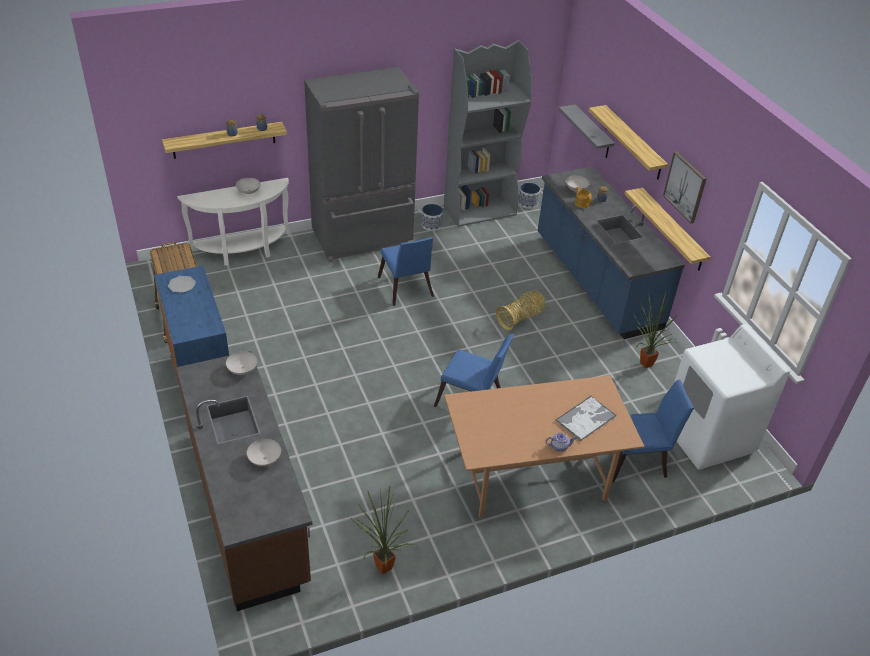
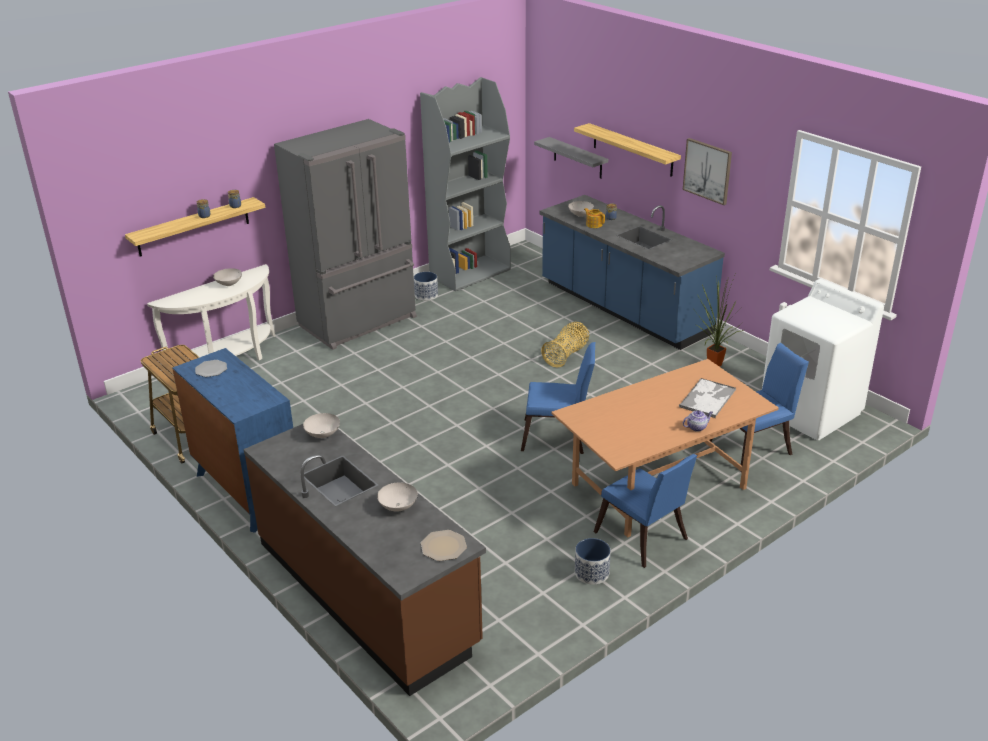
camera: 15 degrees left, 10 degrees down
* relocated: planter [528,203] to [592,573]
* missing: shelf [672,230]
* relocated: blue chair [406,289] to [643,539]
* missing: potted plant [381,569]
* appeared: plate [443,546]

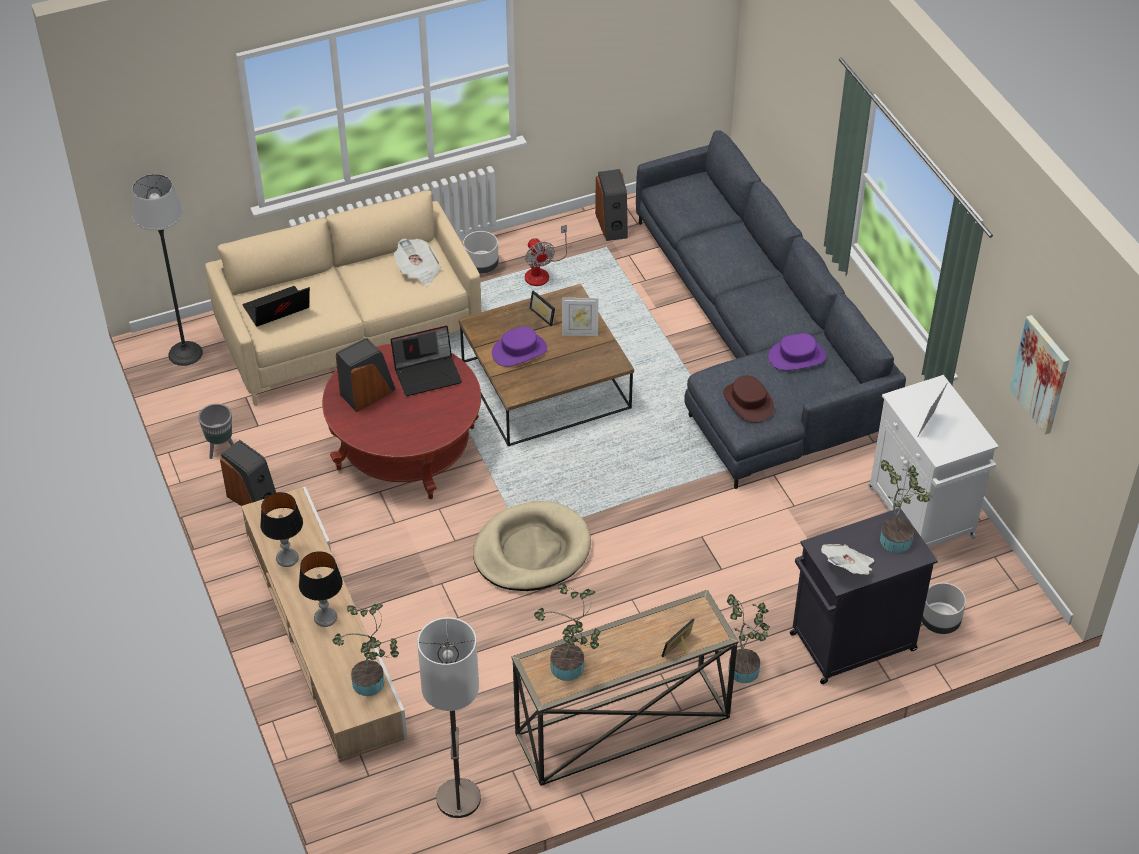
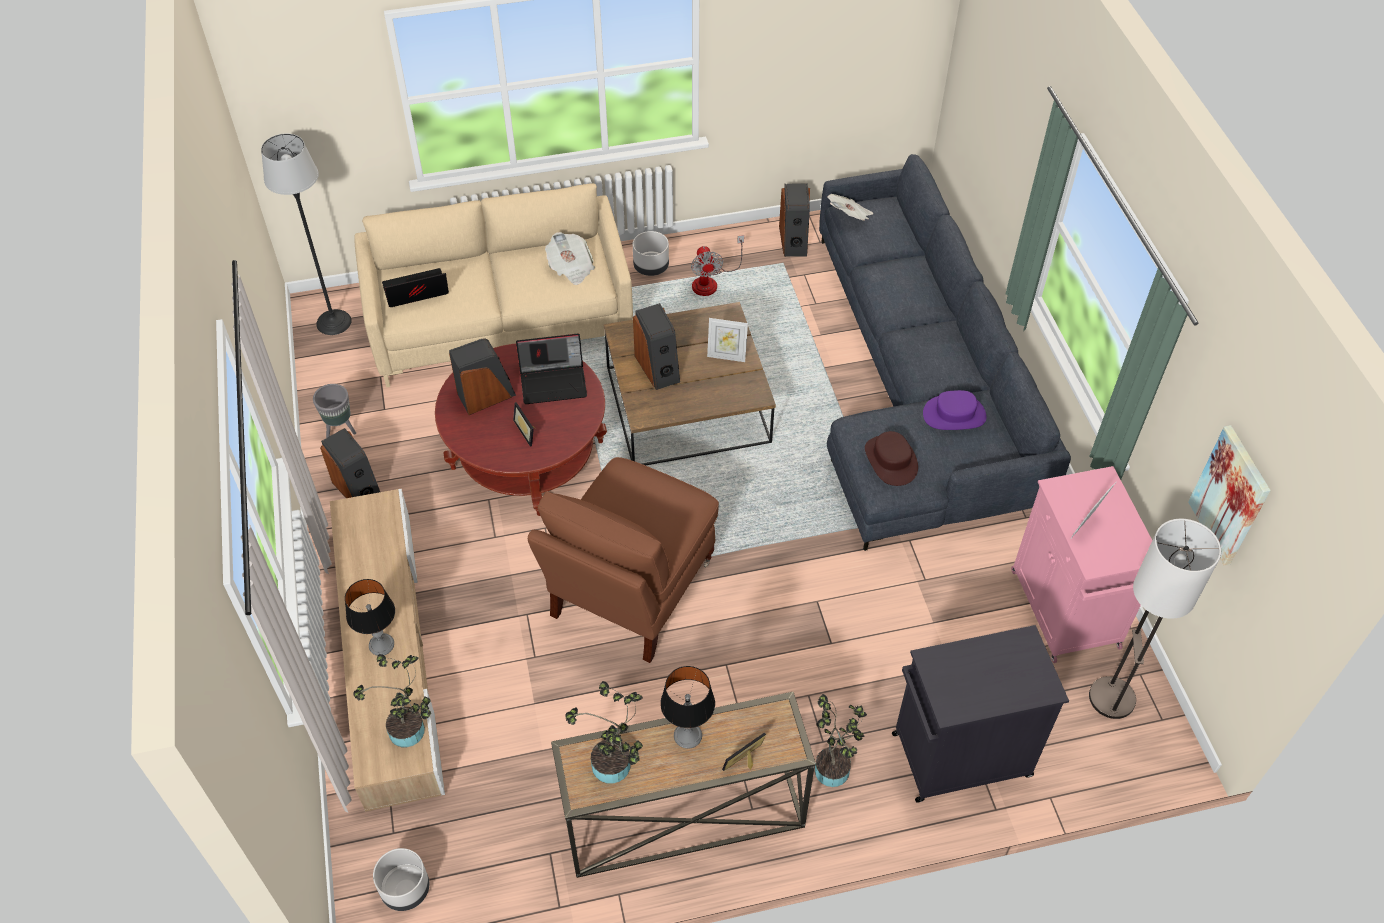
camera: 10 degrees right, 5 degrees up
* relocated: picture frame [545,314] to [528,430]
* exchanged: purple hat [519,350] to speaker [658,368]
* colour: white cabinet [922,515] to pink cabinet [1066,611]
* missing: potted plant [896,537]
* relocated: table lamp [287,558] to [687,735]
* exchanged: beige dog bed [531,551] to brown armchair [631,590]
* relocated: newspaper [848,568] to [850,217]
* relocated: grey planter [940,621] to [406,889]
* relocated: floor lamp [459,799] to [1112,698]

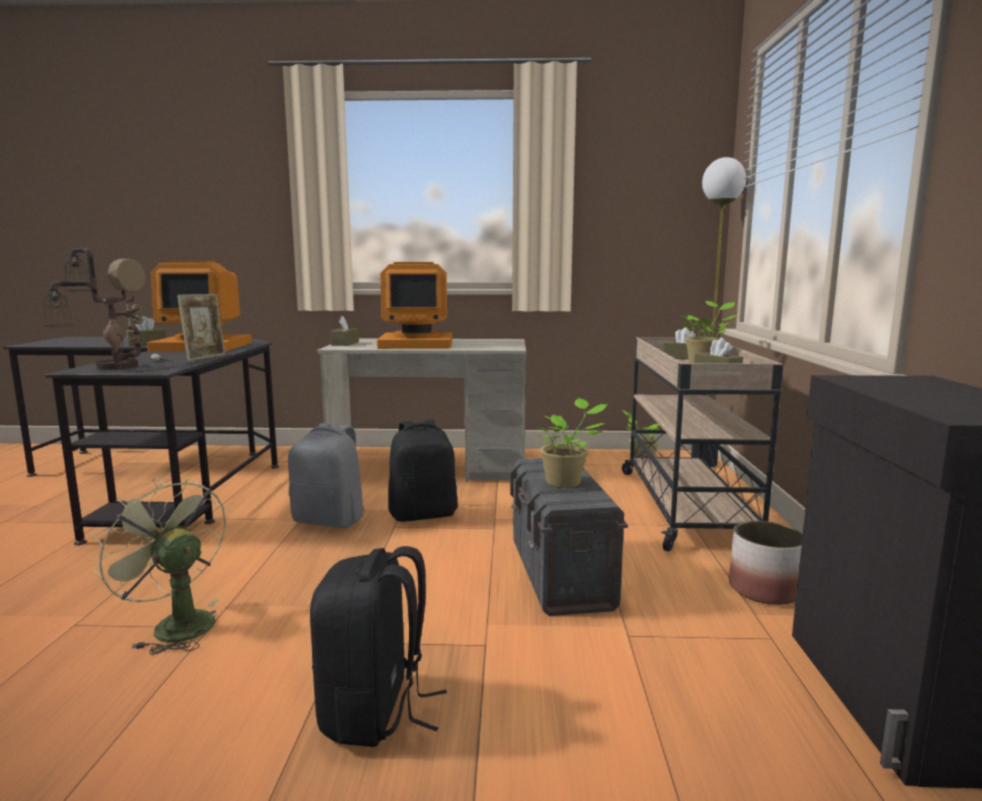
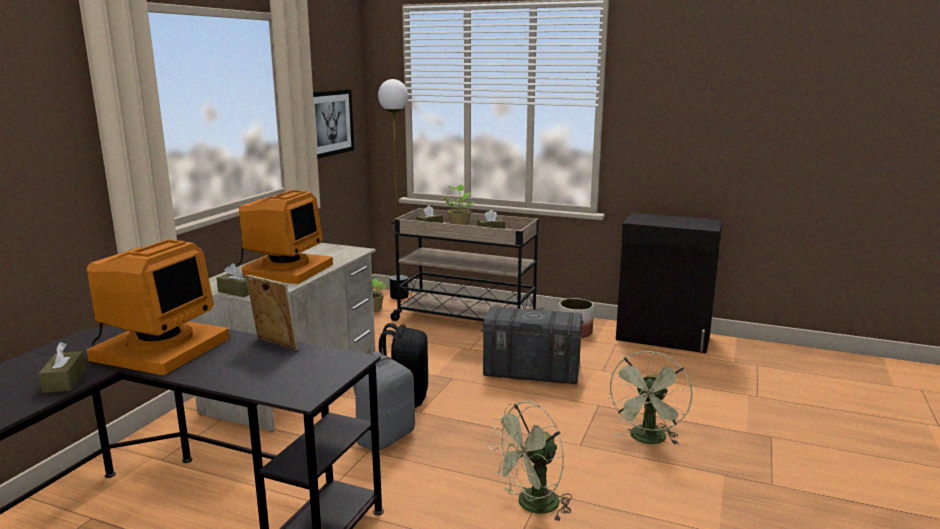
camera: 70 degrees left, 5 degrees up
* missing: table lamp [114,367]
* missing: potted plant [566,482]
* exchanged: black backpack [375,712] to green fan [648,440]
* appeared: picture [329,123]

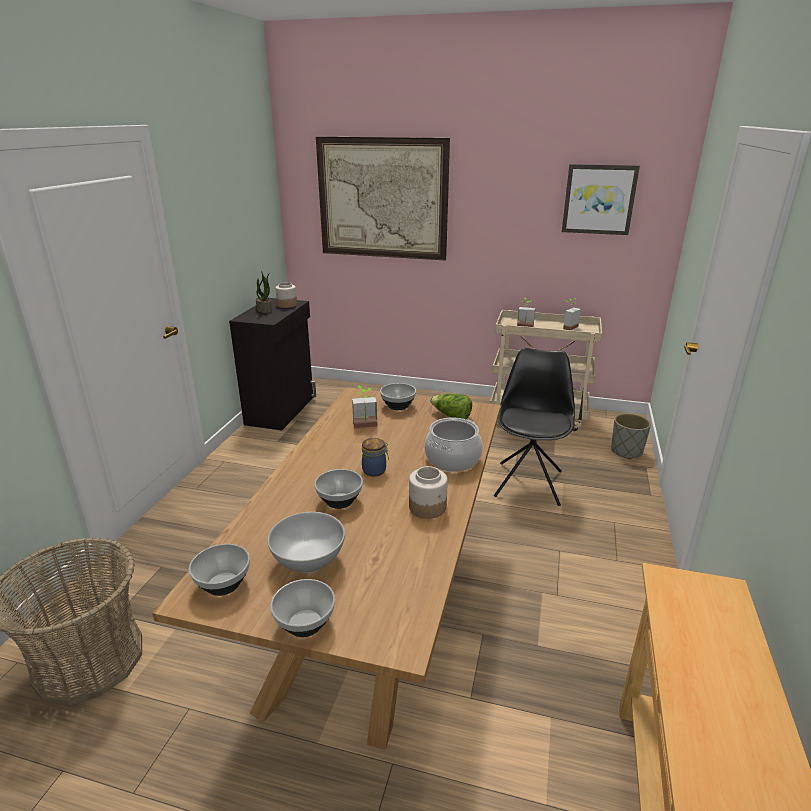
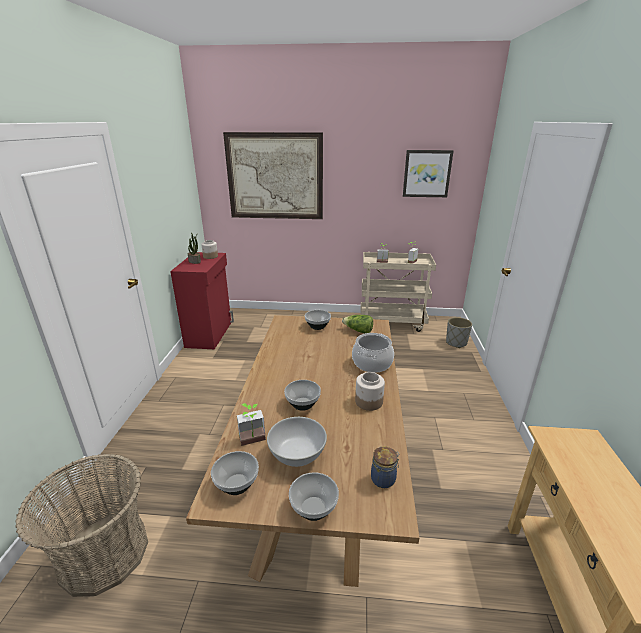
camera: 10 degrees left, 0 degrees up
* colour: black cabinet [281,410] to red cabinet [210,334]
* missing: black chair [529,482]
* relocated: potted plant [365,427] to [253,442]
* relocated: jar [375,470] to [384,479]

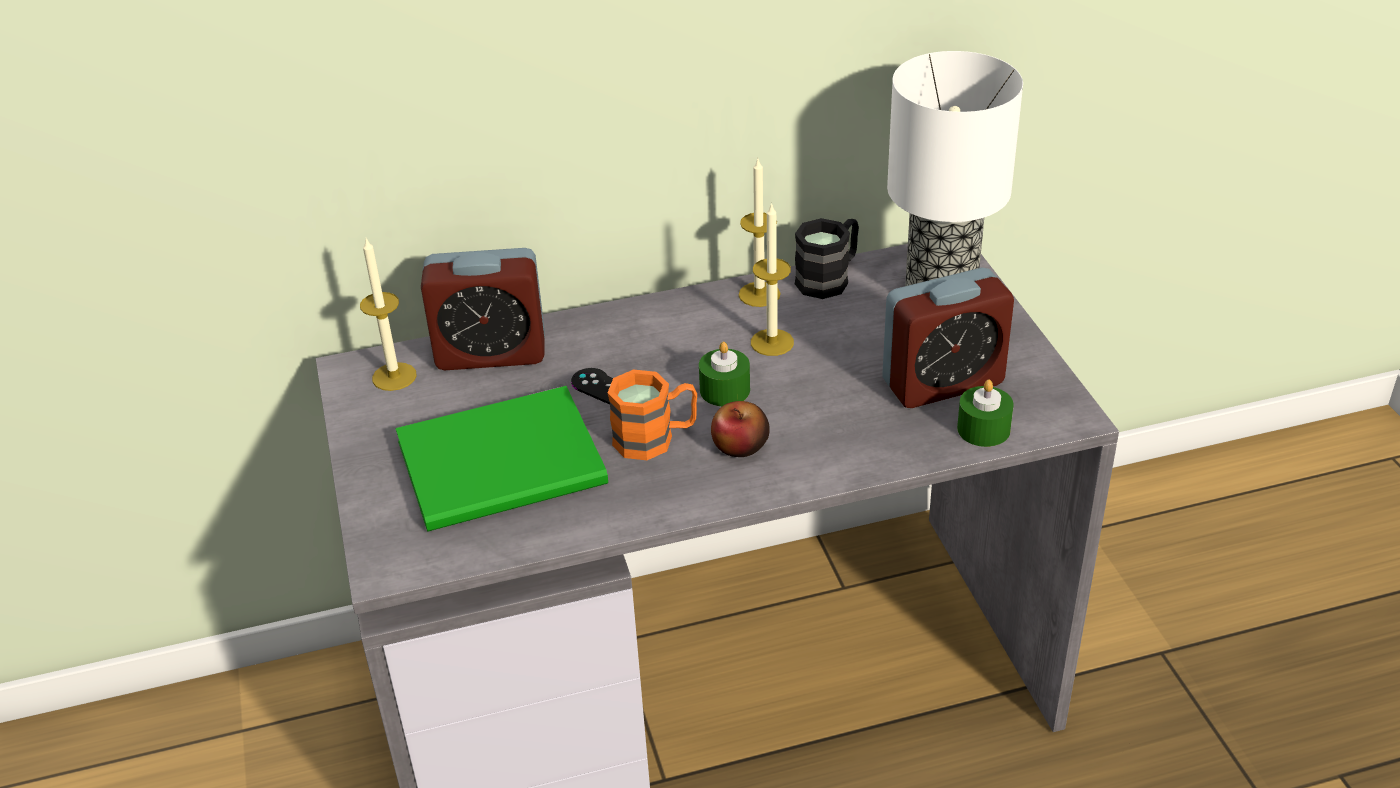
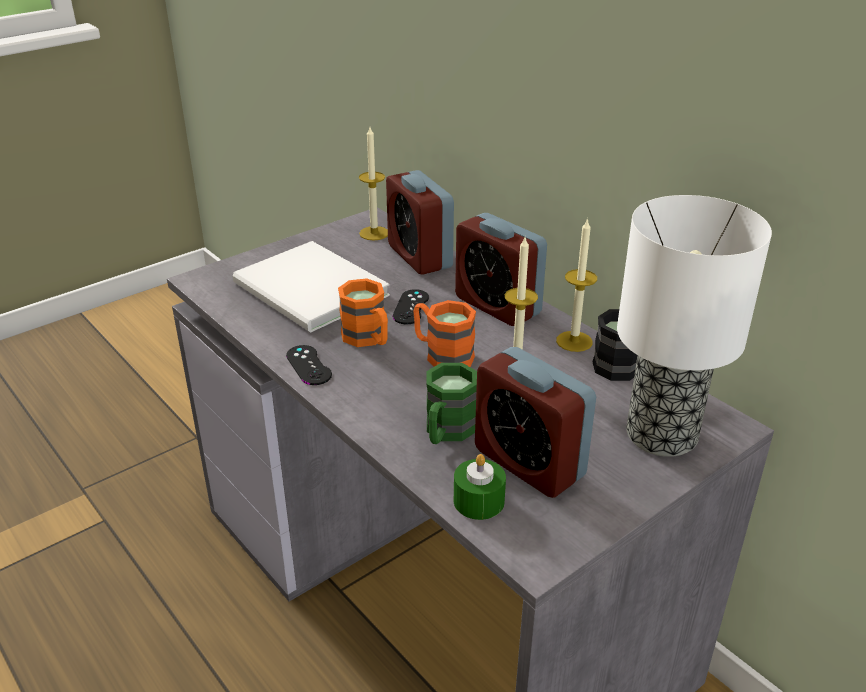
camera: 65 degrees right, 5 degrees down
* exchanged: green candle [724,390] to orange mug [442,354]
* colour: green book [508,465] to white book [310,292]
* missing: apple [740,446]
* appeared: alarm clock [497,305]
* appeared: black game controller [308,365]
* appeared: green mug [446,432]

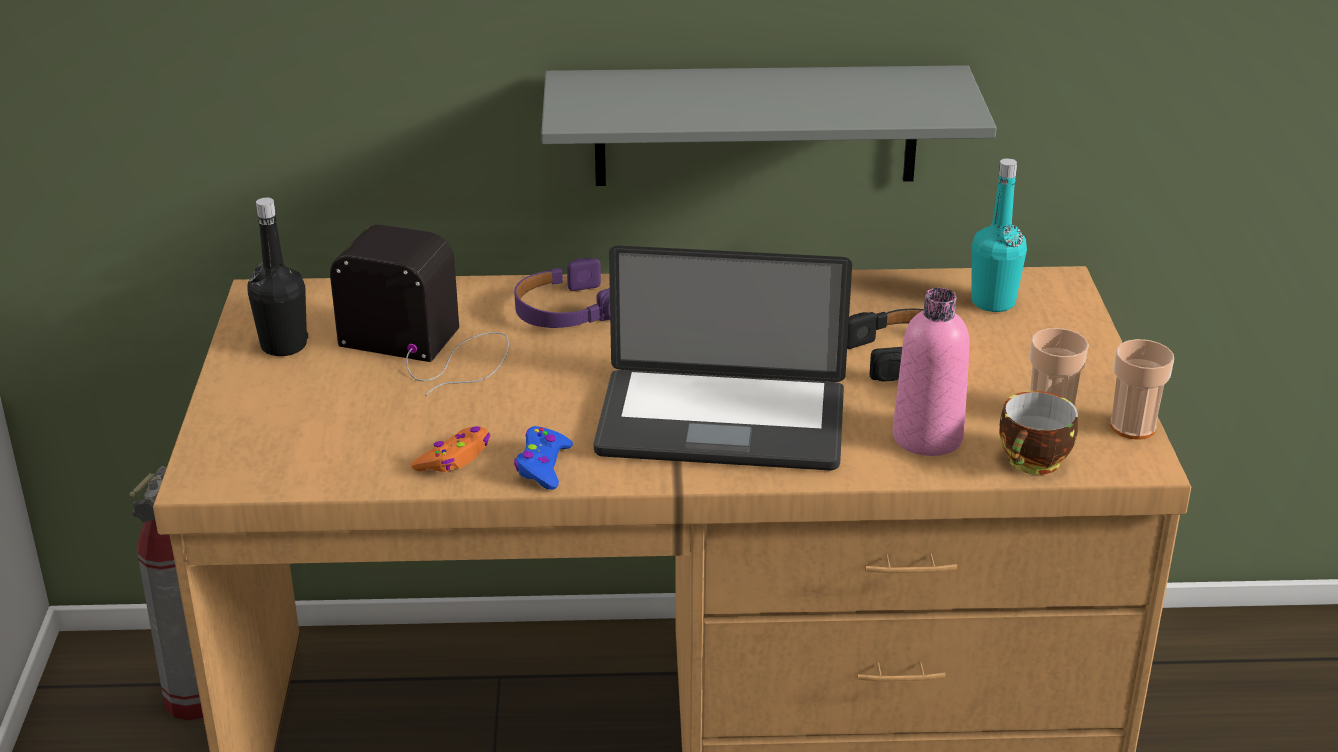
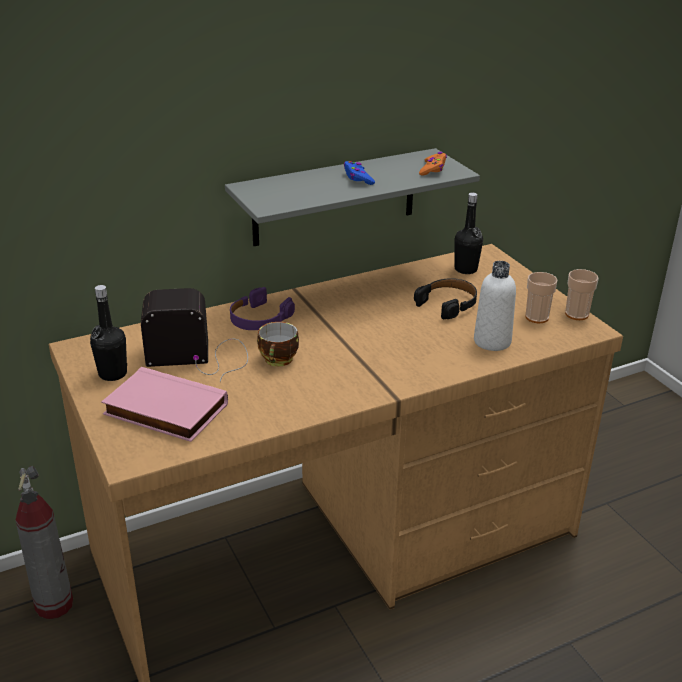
camera: 25 degrees left, 0 degrees up
* colour: turquoise bottle [993,302] to black bottle [465,269]
* missing: laptop [721,424]
* colour: pink bottle [927,437] to white bottle [492,341]
* relocated: cup [1034,463] to [279,360]
* relocated: orange game controller [454,459] to [433,169]
* relocated: blue game controller [543,466] to [358,178]
* appeared: pink book [164,411]

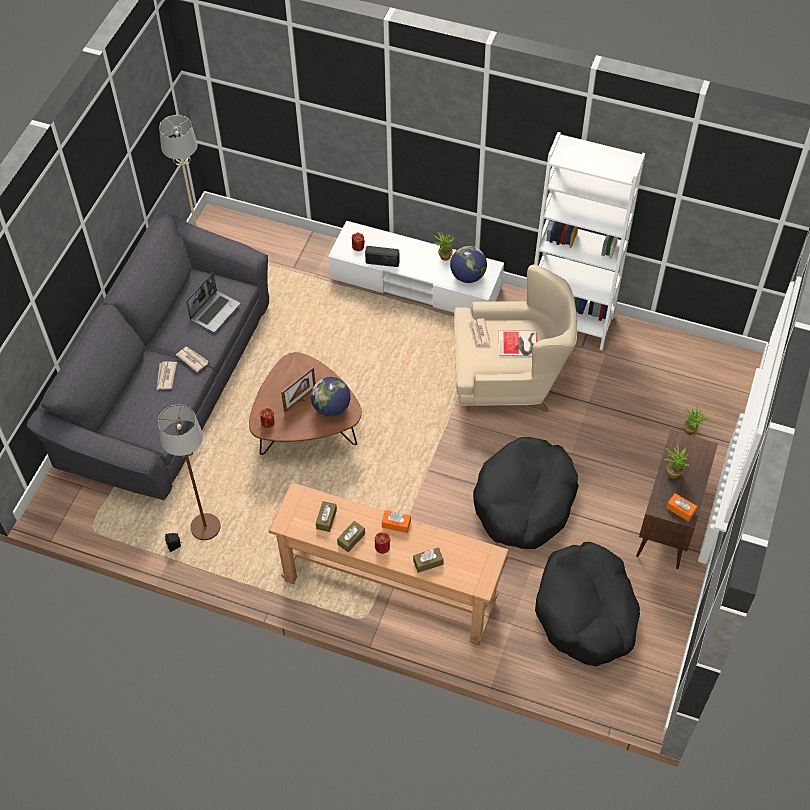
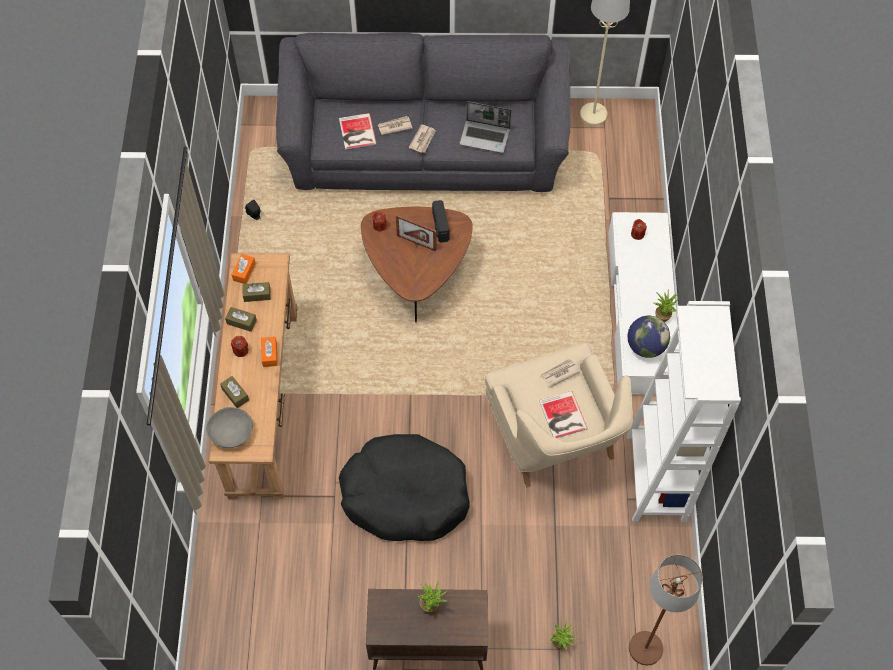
camera: 70 degrees right, 5 degrees up
* relocated: radio [382,262] to [440,227]
* missing: globe [331,407]
* relocated: brown floor lamp [205,527] to [645,648]
* relocated: orange tissue box [680,510] to [244,272]
* missing: black dog bed [586,611]
* appeared: book [356,132]
* appeared: grey bowl [231,433]

